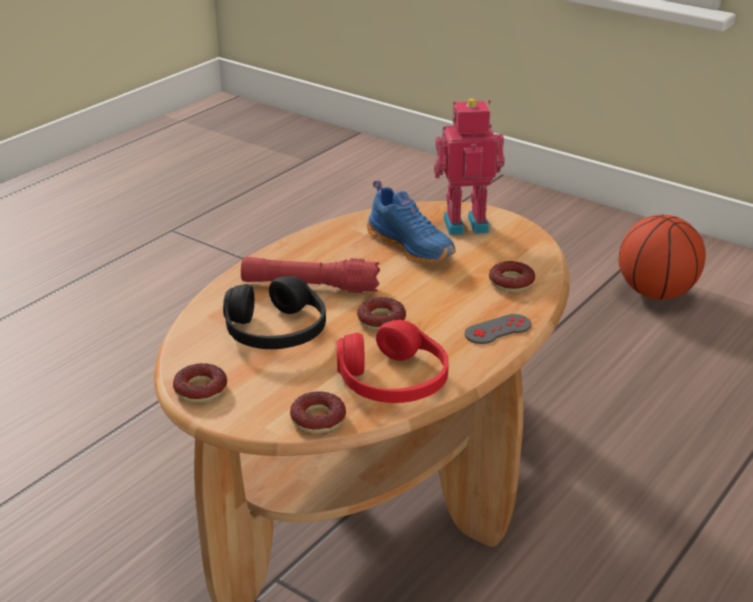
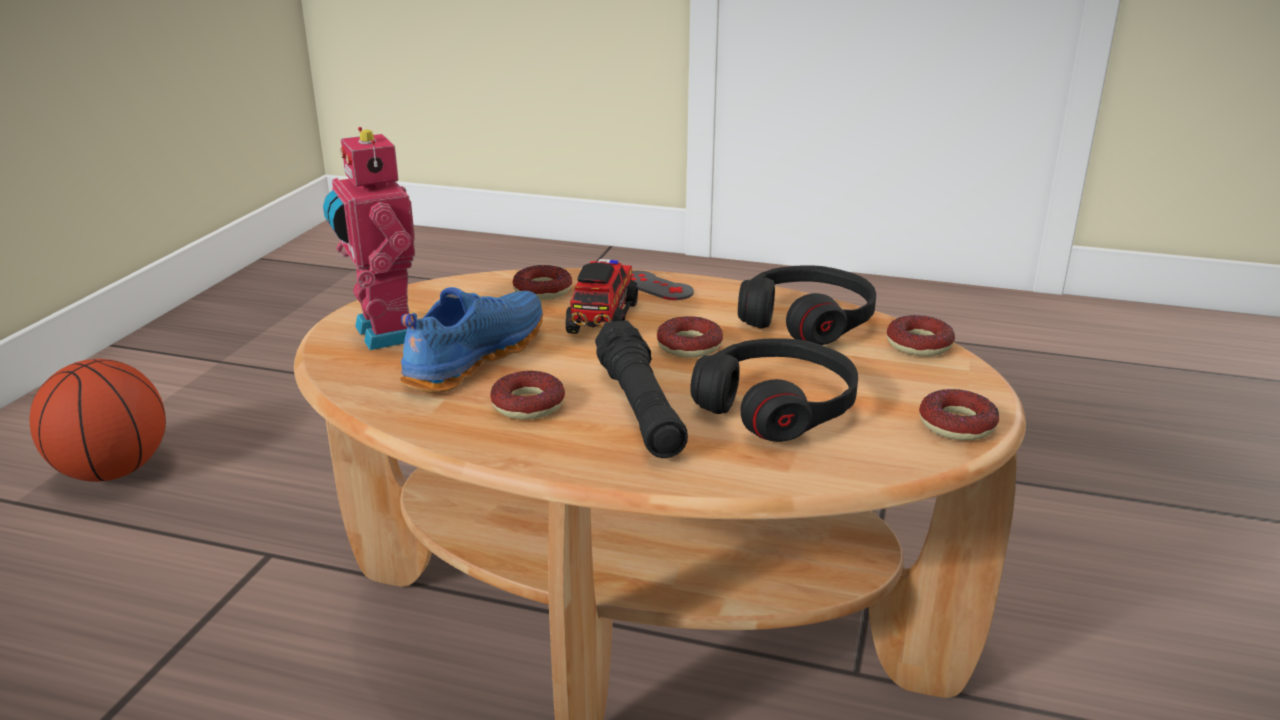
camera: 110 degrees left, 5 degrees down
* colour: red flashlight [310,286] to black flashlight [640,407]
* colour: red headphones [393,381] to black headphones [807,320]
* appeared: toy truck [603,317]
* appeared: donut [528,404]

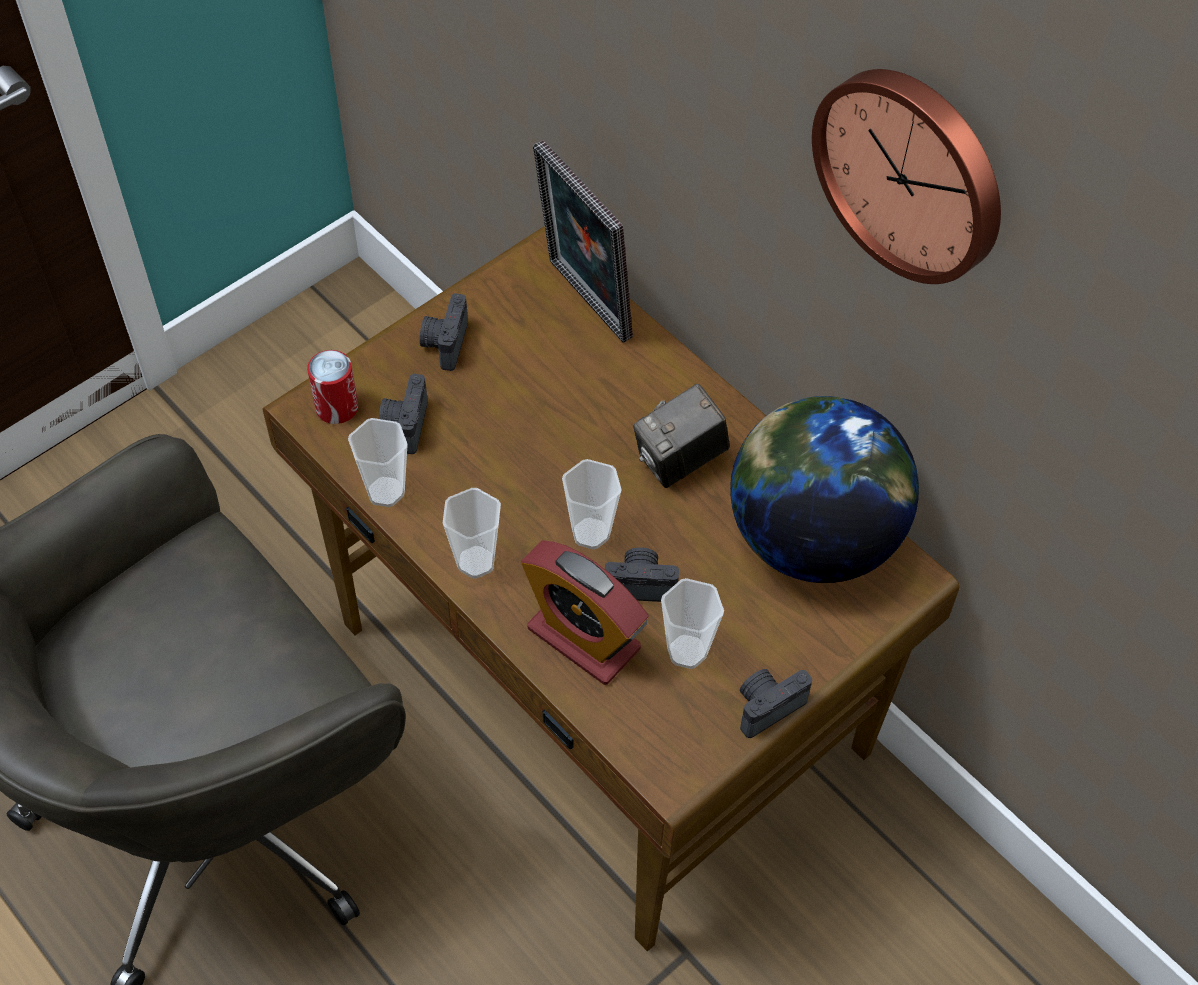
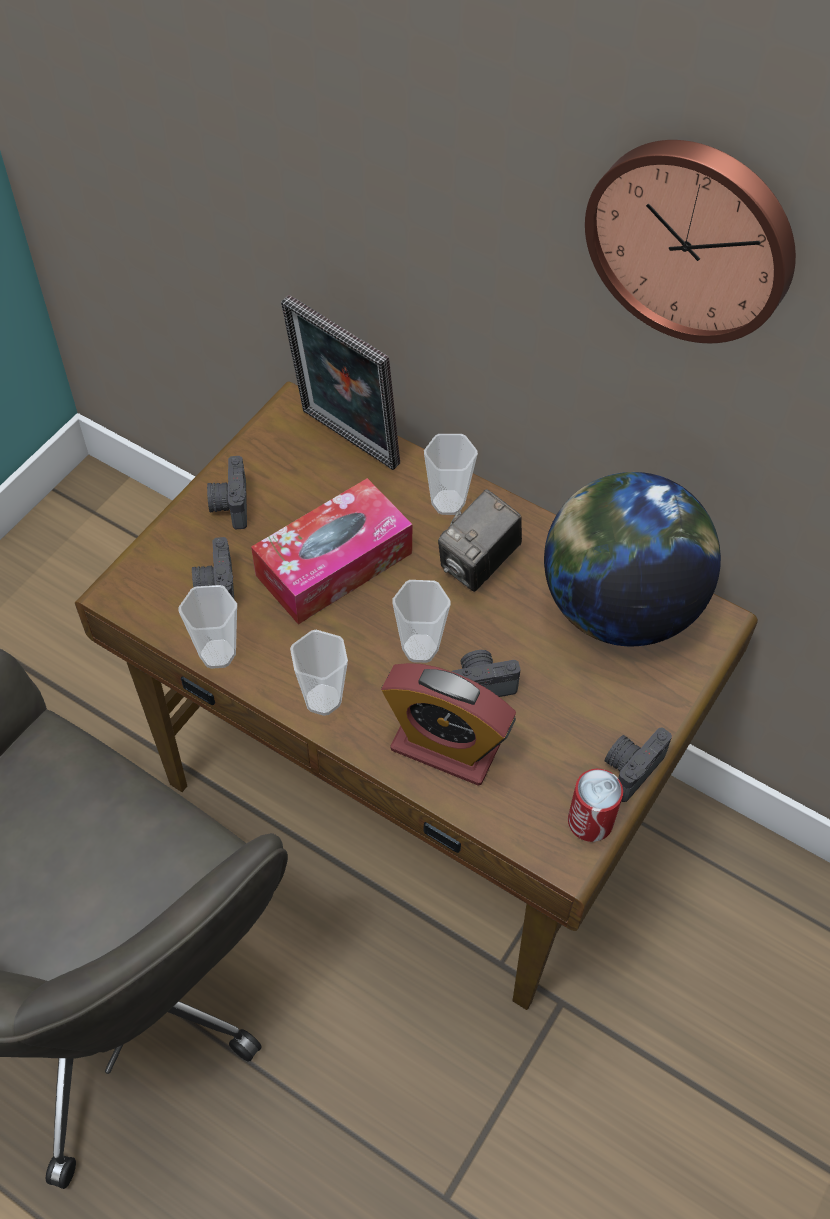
camera: 15 degrees left, 0 degrees up
* relocated: can [337,407] to [590,821]
* relocated: cup [687,651] to [448,502]
* appeared: tissue box [334,564]

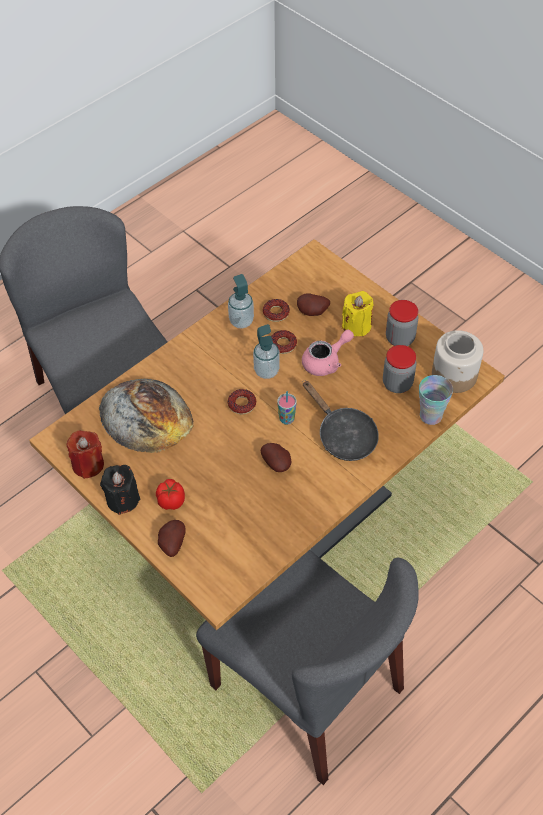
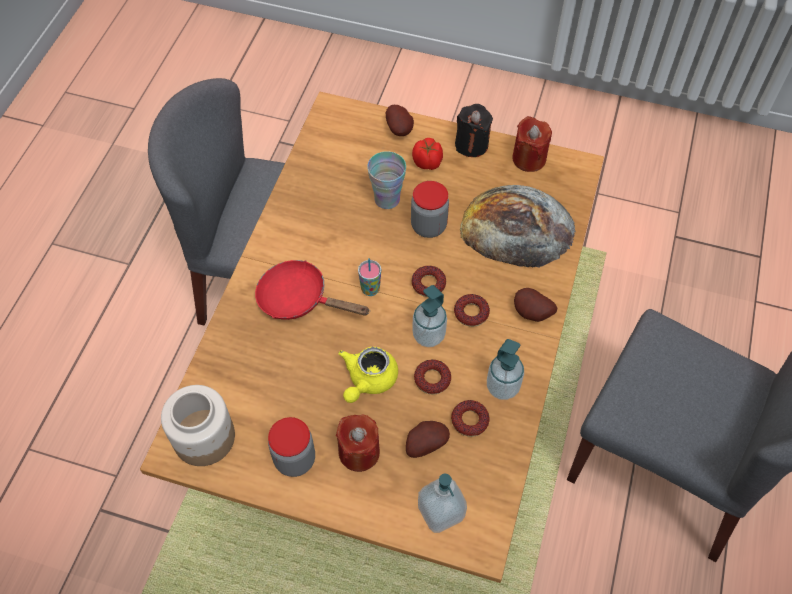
camera: 150 degrees right, 5 degrees up
* colour: yellow candle [357,325] to red candle [359,452]
* colour: pink teapot [326,362] to yellow teapot [368,380]
* relocated: jar [397,384] to [428,226]
* relocated: cup [430,416] to [387,199]
* colour: black frying pan [343,435] to red frying pan [299,299]
* relocated: potato [277,464] to [531,314]
* appeared: donut [471,313]
* appeared: soap dispenser [441,512]

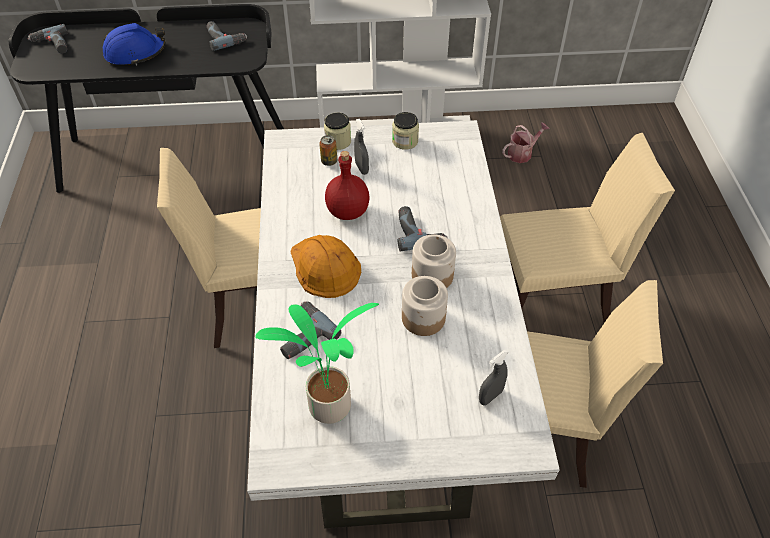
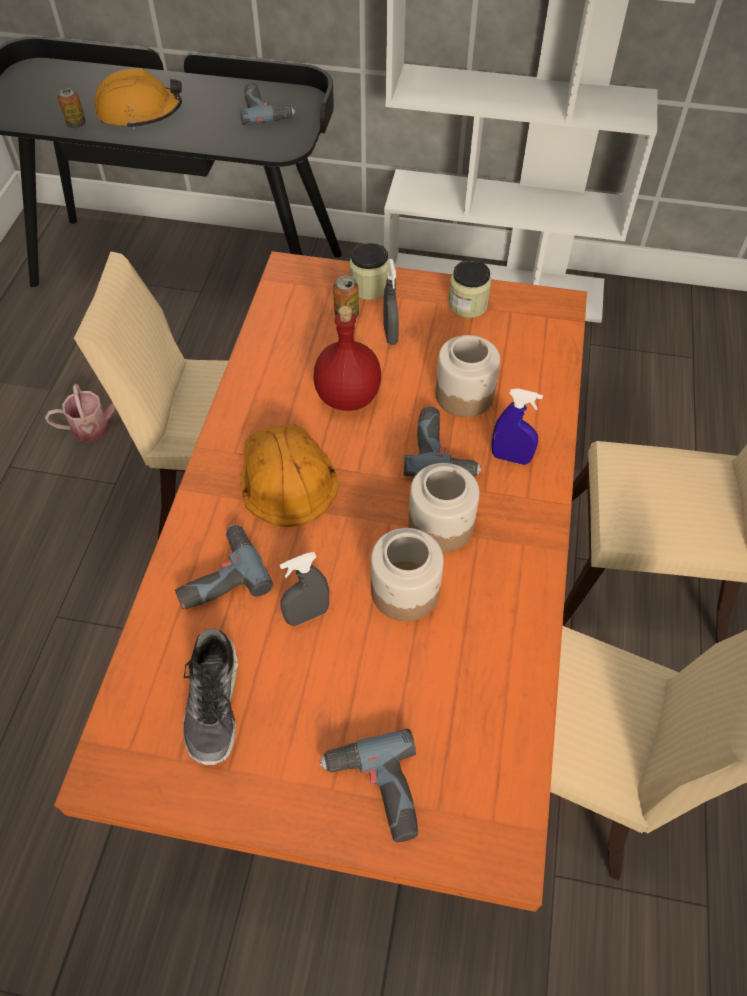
camera: 15 degrees right, 5 degrees up
* colour: blue hard hat [135,53] to orange hard hat [140,112]
* relocated: power drill [52,45] to [375,793]
* colour: white dining table [383,375] to orange dining table [372,634]
* relocated: watering can [522,153] to [97,425]
* exchanged: potted plant [328,408] to shoe [214,703]
* relocated: grey spray bottle [490,396] to [307,615]
* appeared: can [76,124]
* appeared: jar [464,395]
* appeared: blue spray bottle [511,458]

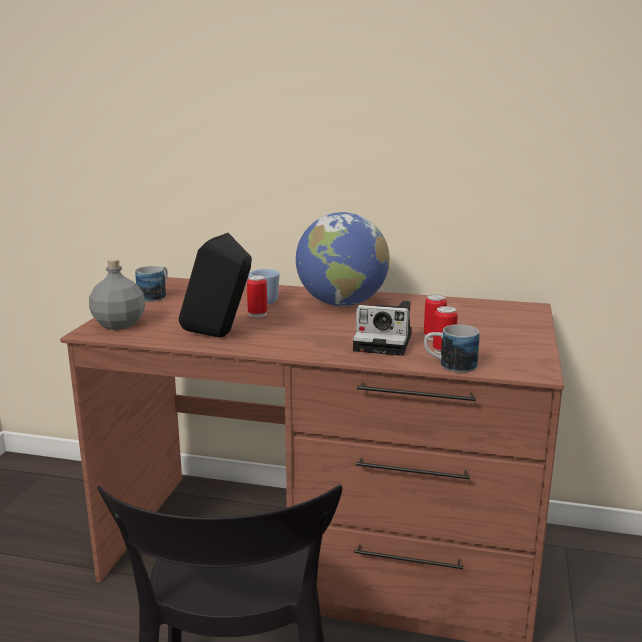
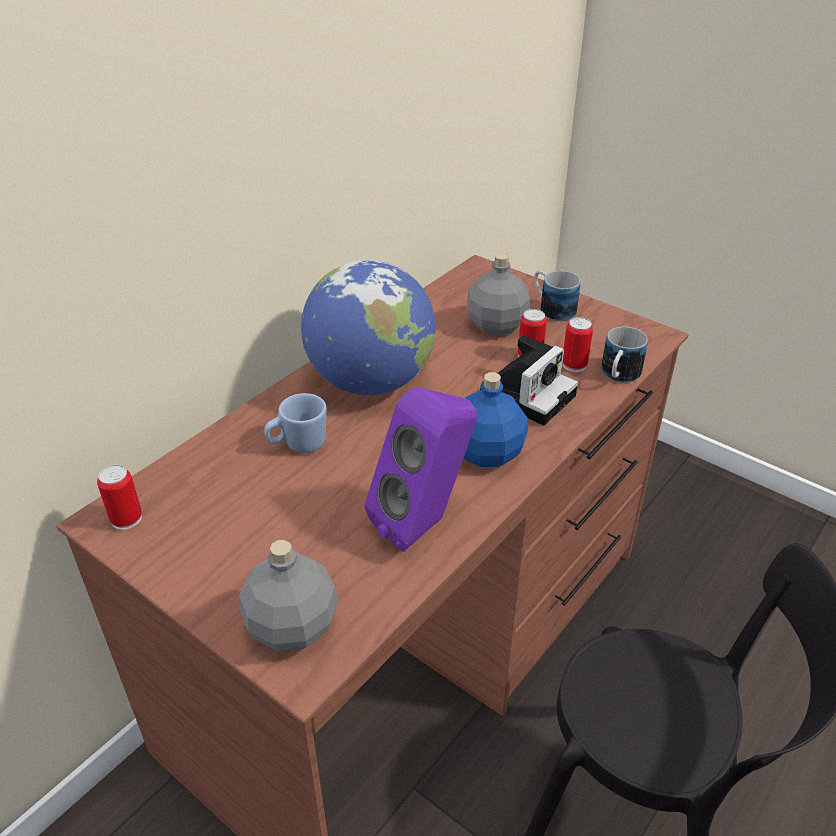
camera: 65 degrees left, 20 degrees up
* colour: black speaker [220,336] to purple speaker [425,523]
* relocated: mug [155,296] to [551,308]
* relocated: can [257,314] to [126,519]
* appeared: grey bottle [496,325]
* appeared: blue bottle [486,452]

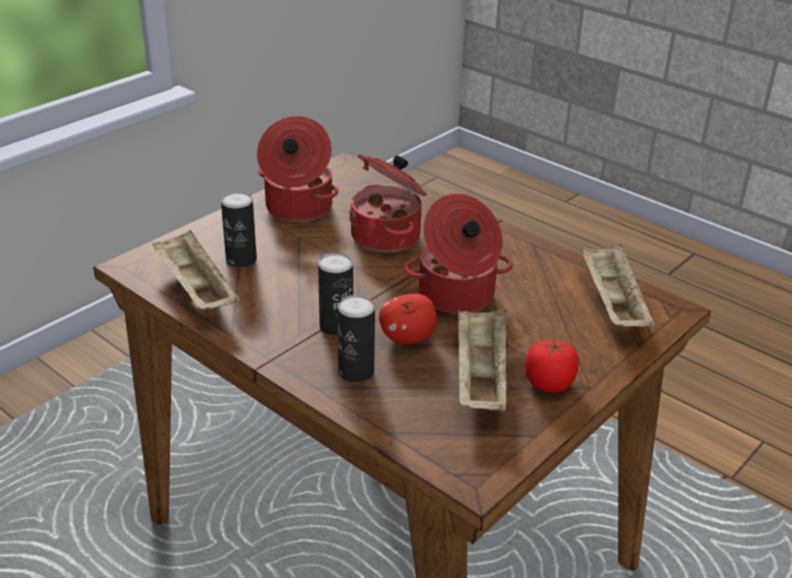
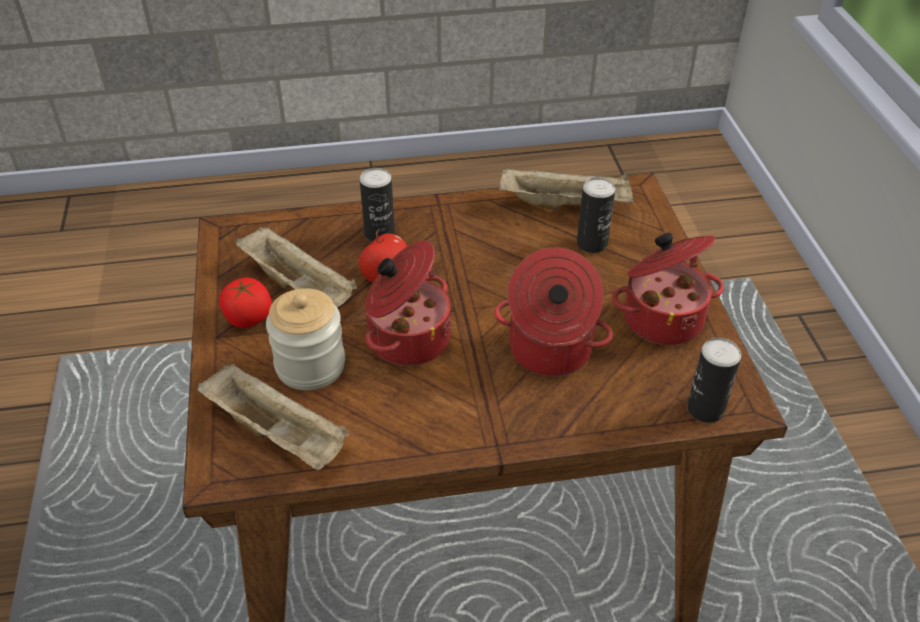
camera: 130 degrees right, 10 degrees up
* relocated: can [336,326] to [705,409]
* appeared: jar [310,365]

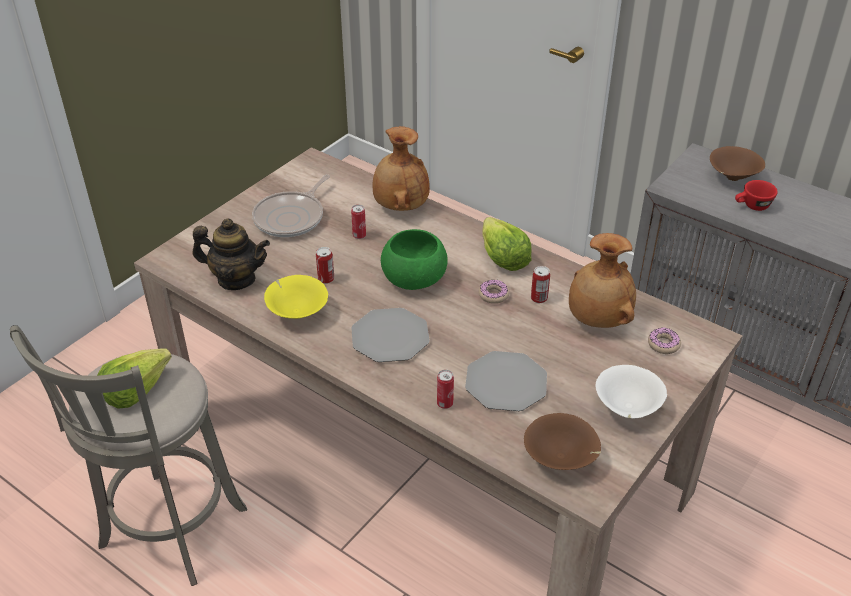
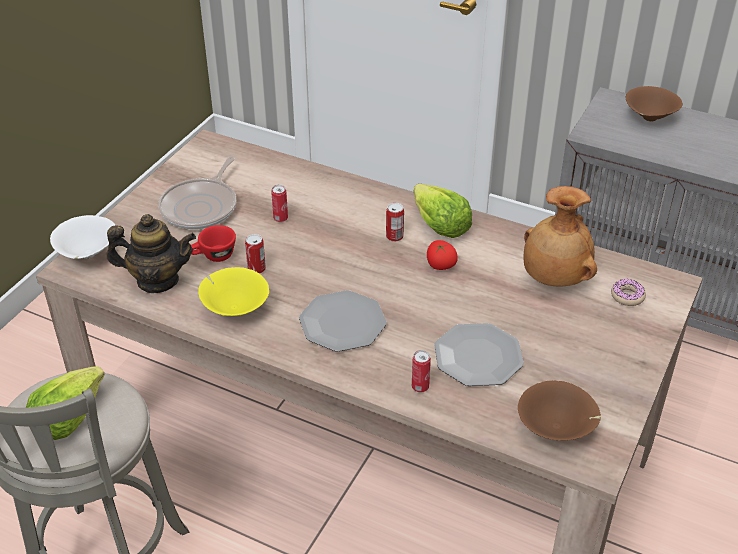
camera: 10 degrees left, 0 degrees up
* missing: brown vase [400,205]
* relocated: red cup [752,206] to [213,256]
* missing: green bowl [414,279]
* relocated: can [539,298] to [394,236]
* exchanged: donut [493,295] to tomato [440,265]
* relocated: white bowl [627,409] to [87,255]

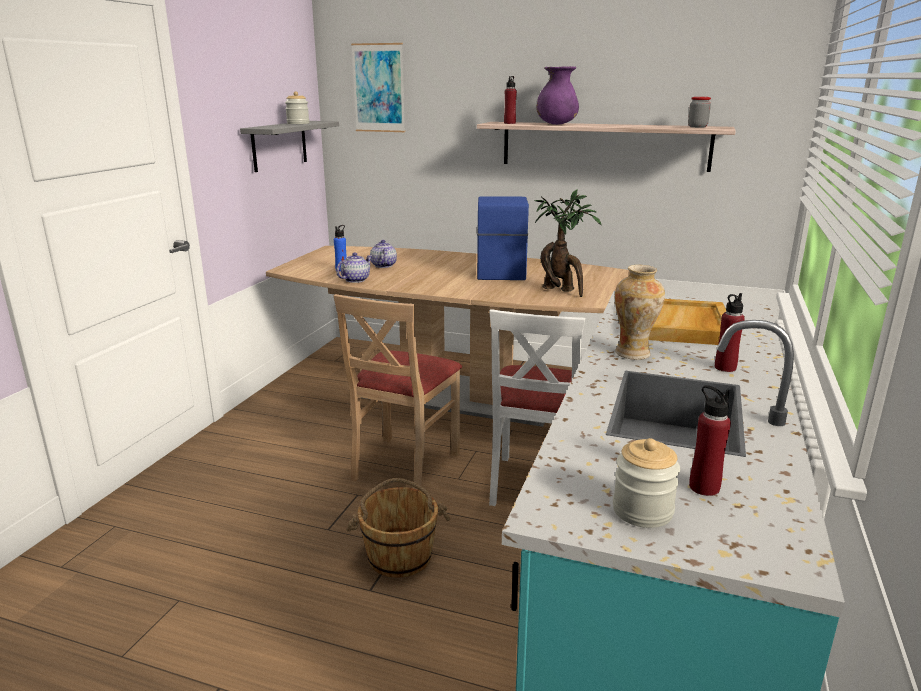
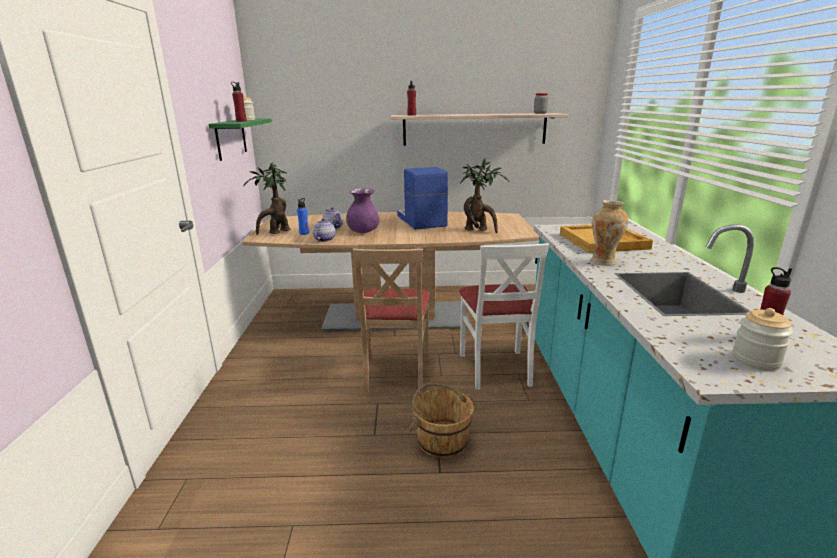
camera: 20 degrees left, 0 degrees up
* missing: picture [378,88]
* relocated: purple vase [556,124] to [363,232]
* colour: grey shelf [279,145] to green shelf [231,138]
* relocated: red bottle [725,367] to [241,121]
* appeared: potted plant [276,232]

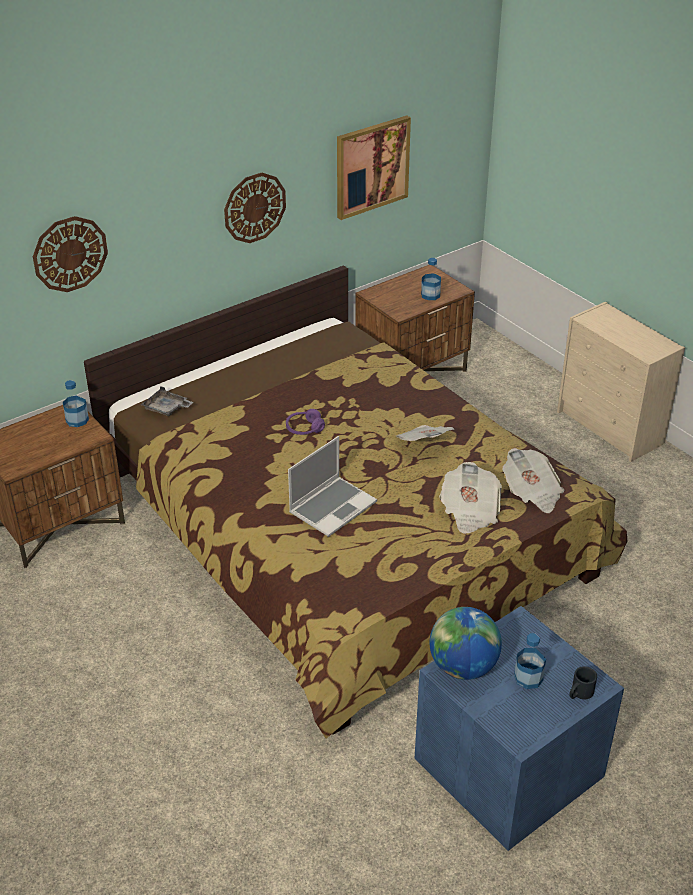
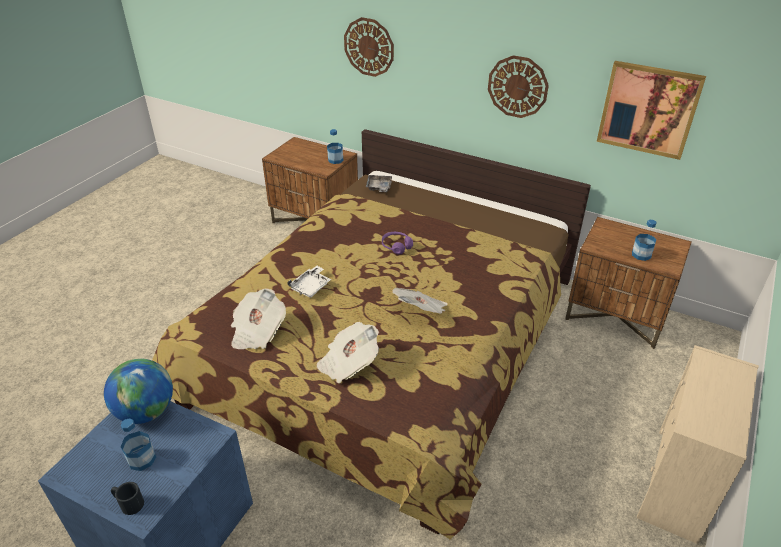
camera: 65 degrees right, 0 degrees up
* exchanged: laptop [332,507] to white tray [311,287]
* relocated: newspaper [532,493] to [257,332]

